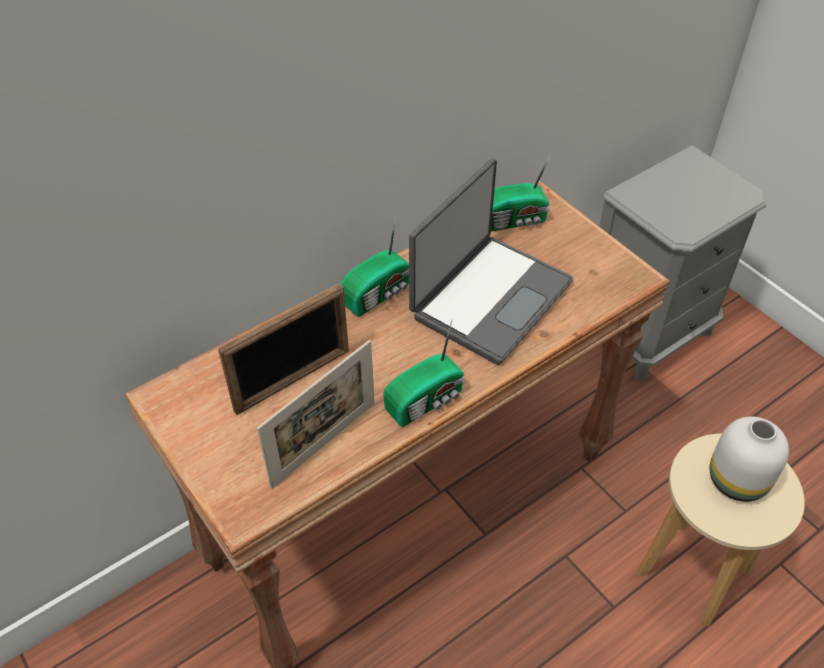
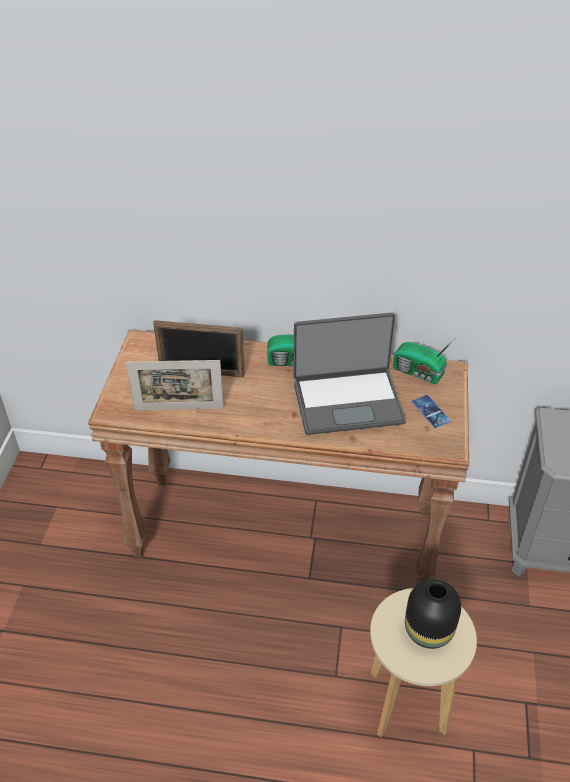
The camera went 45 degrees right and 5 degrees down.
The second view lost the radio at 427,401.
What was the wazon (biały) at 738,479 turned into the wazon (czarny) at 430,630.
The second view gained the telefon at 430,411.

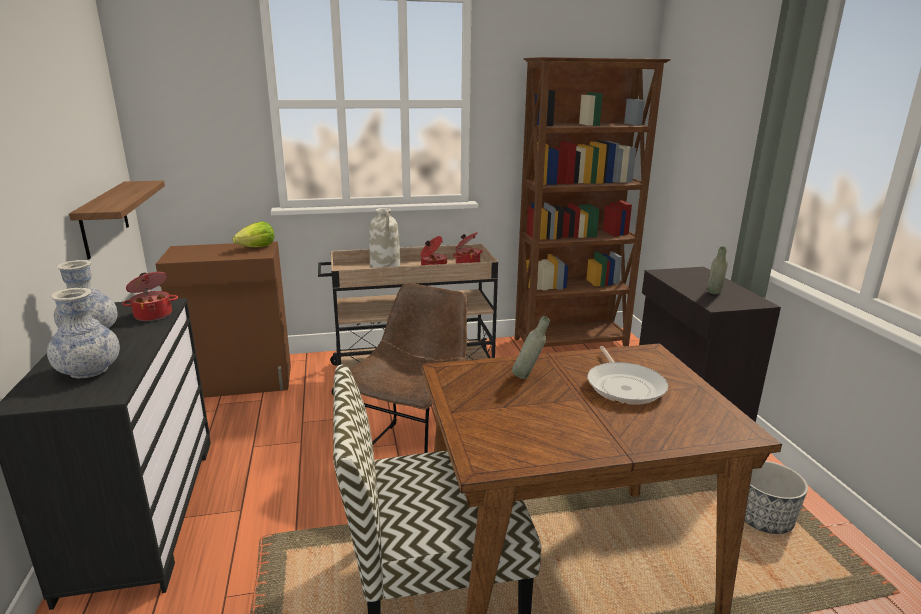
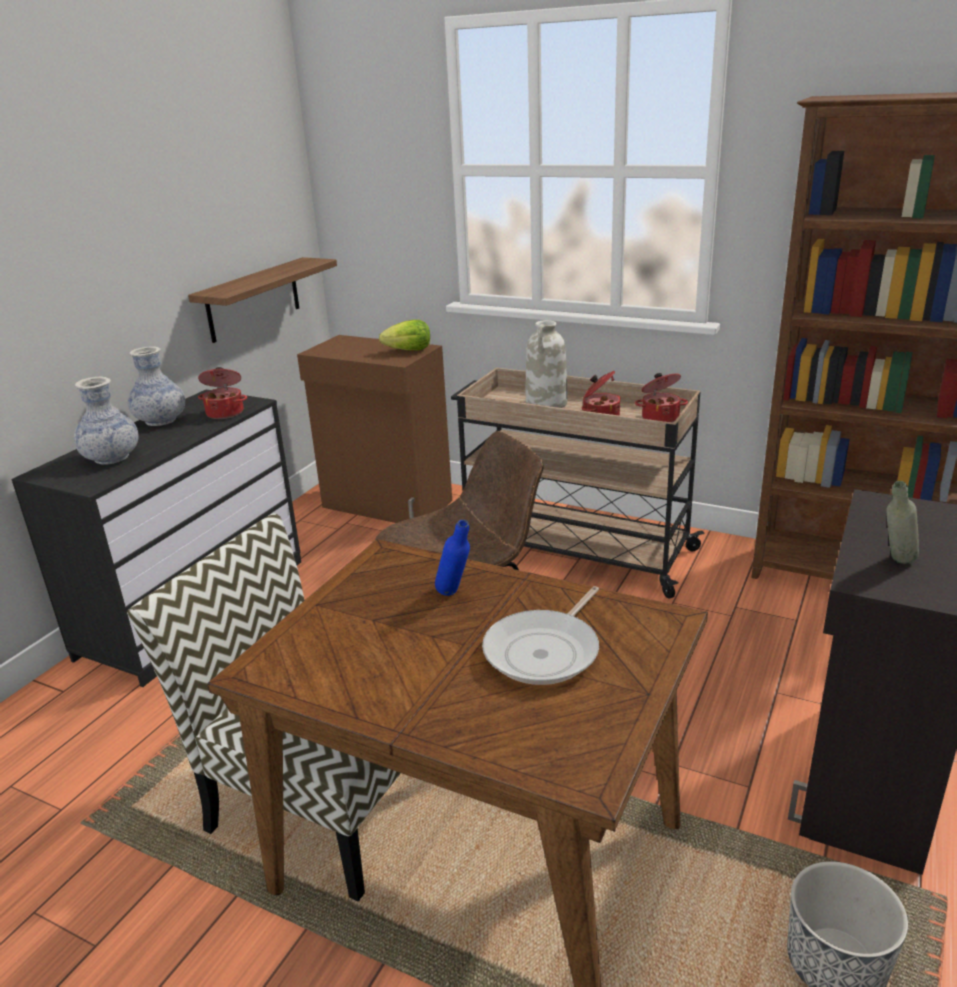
The camera went 40 degrees right and 5 degrees up.
What was the butelka (szary) at 528,377 turned into the butelka (niebieski) at 455,595.

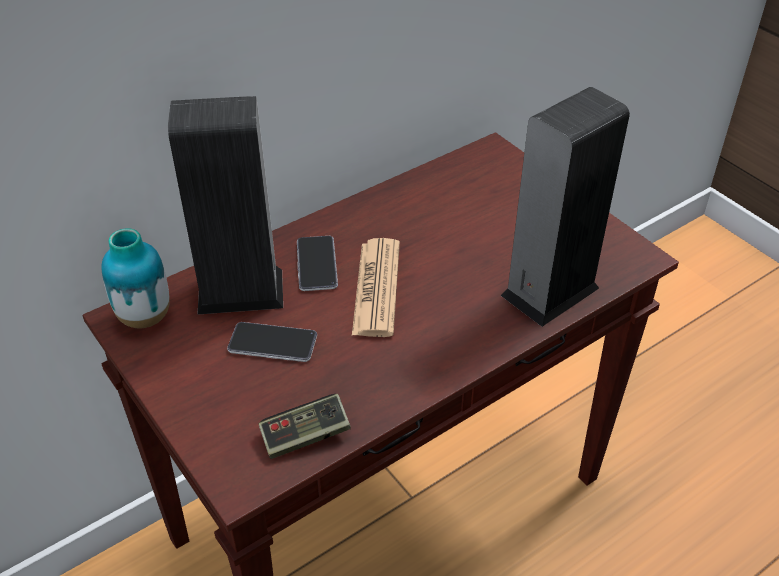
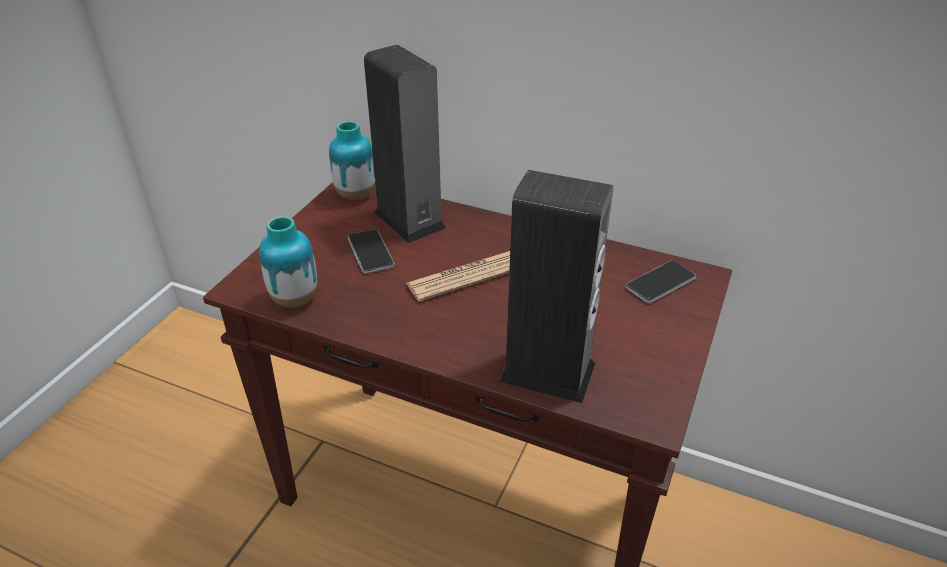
The camera went 60 degrees right and 5 degrees down.
The telefon ended up elsewhere, having gone from 316,264 to 660,283.
Where the pad do gier stood at 305,436, the wazon came to stand at 295,299.

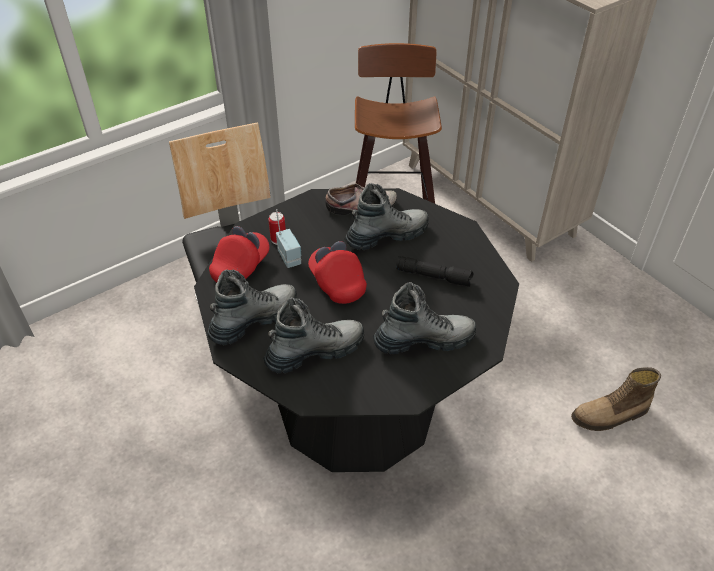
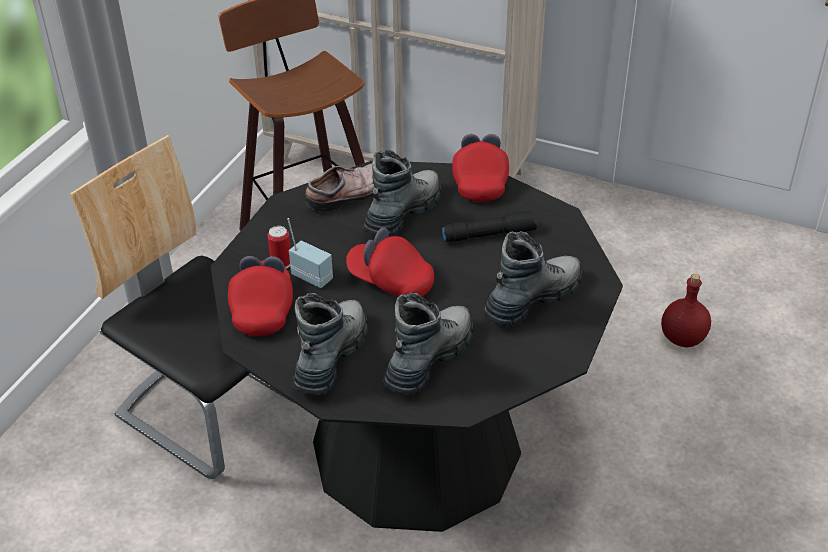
The camera went 30 degrees left and 5 degrees down.
Where the but z cholewką stood at 610,415, the butelka (czerwony) came to stand at 683,338.
The second view gained the czapka z daszkiem (czerwony) at 479,182.

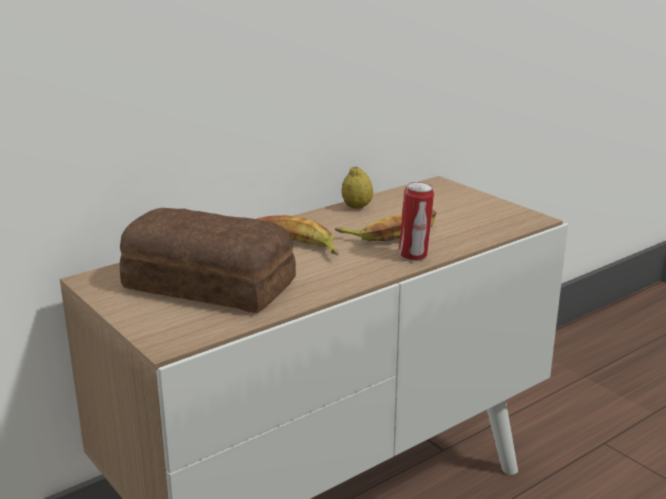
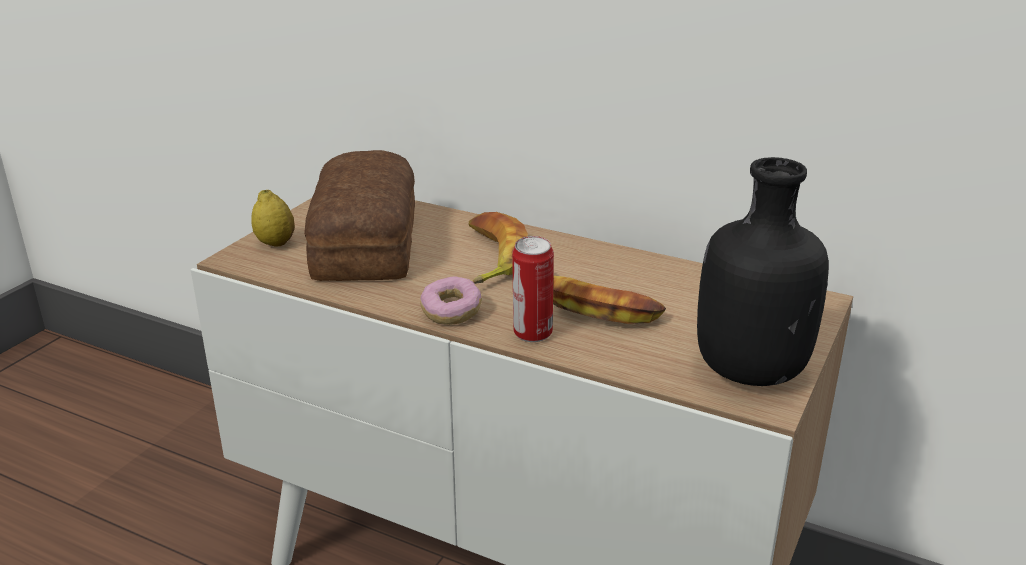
The camera went 65 degrees right and 5 degrees up.
The cytryna ended up elsewhere, having gone from 357,207 to 275,243.
The second view gained the butelka (czarny) at 747,370.
The second view gained the donut at 451,313.

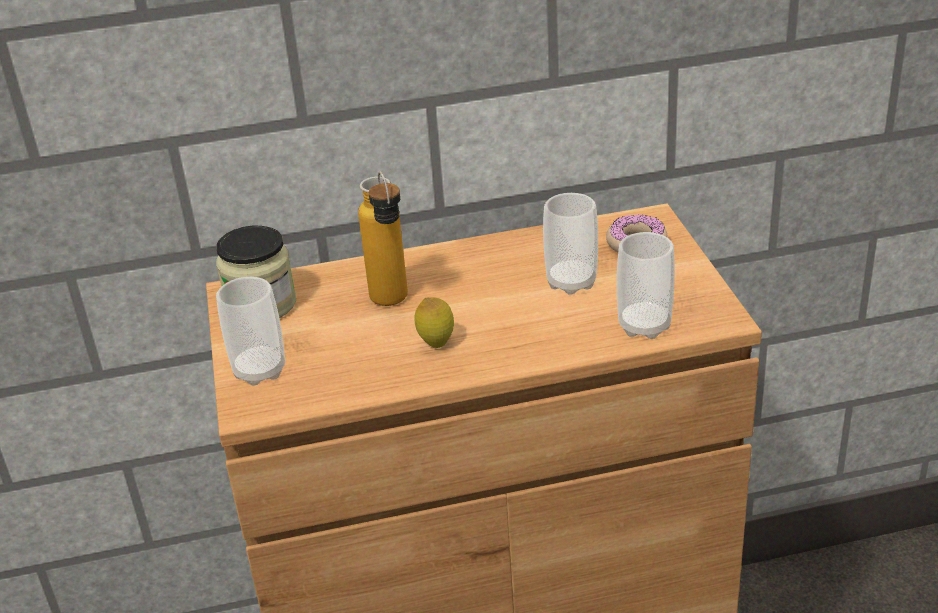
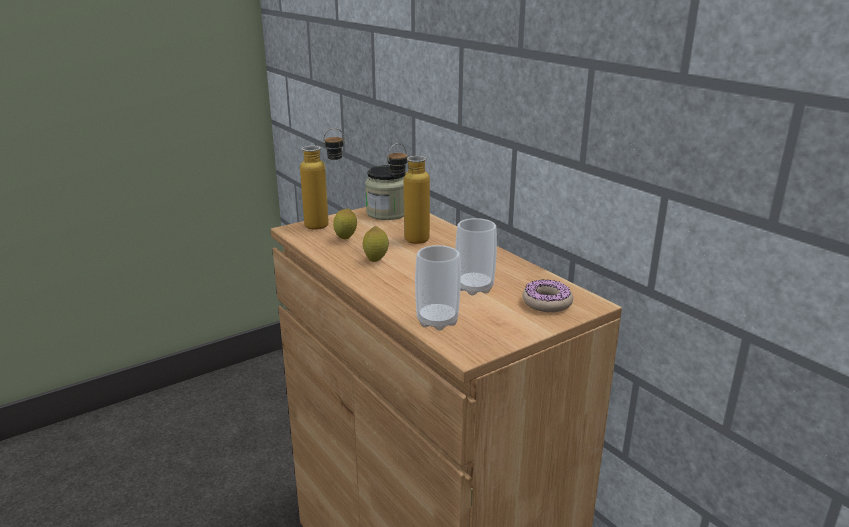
The camera went 65 degrees right and 10 degrees down.
Where the filiżanka stood at 259,371, the butelka came to stand at 326,225.
The second view gained the cytryna at 346,239.

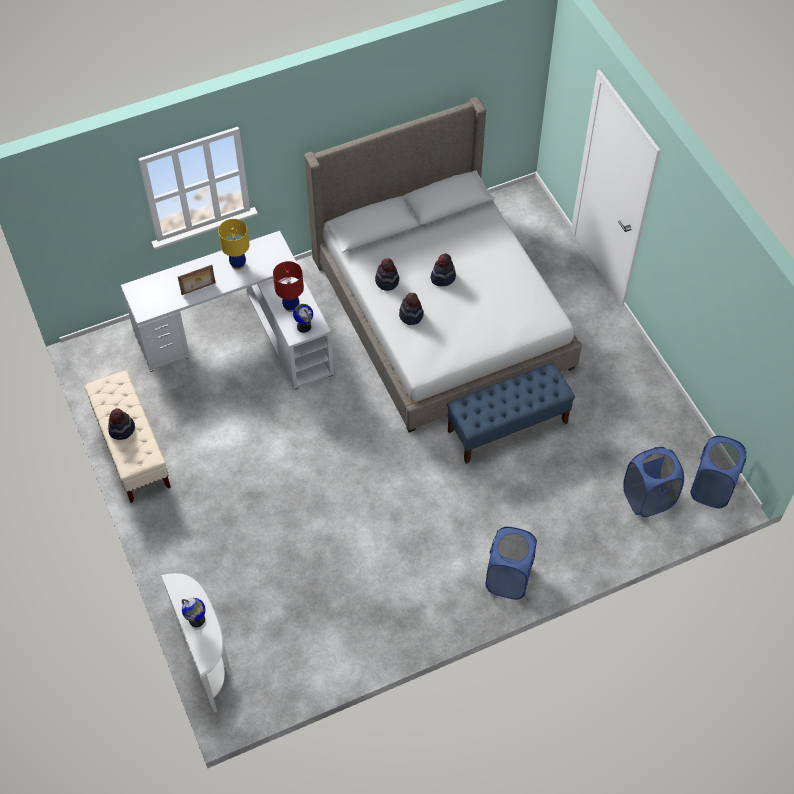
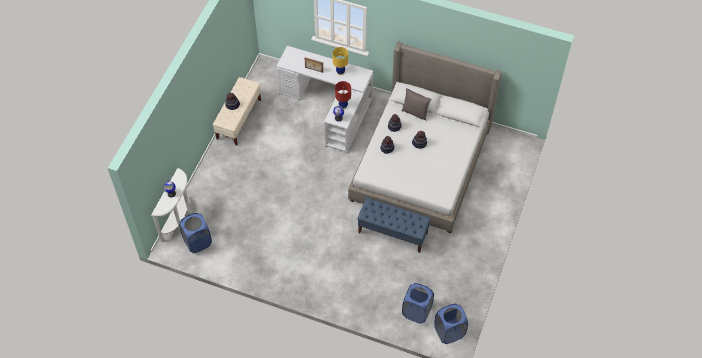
The camera went 45 degrees right and 0 degrees up.
The kosz na pranie (niebieski) ended up elsewhere, having gone from 508,578 to 197,242.
The second view gained the poduszka (szary) at 415,112.

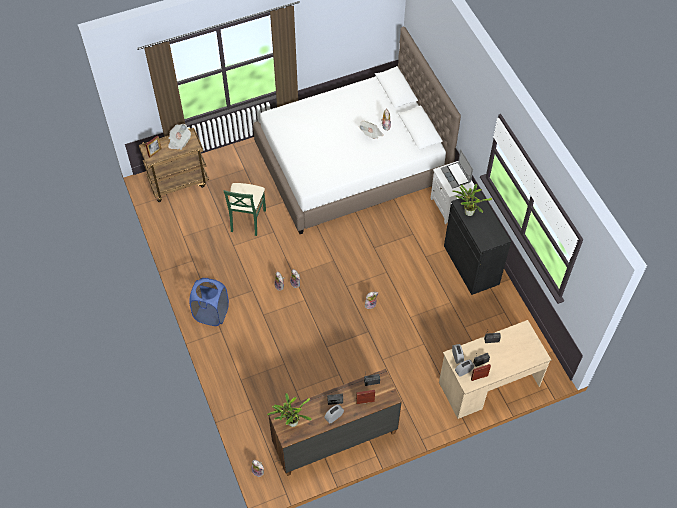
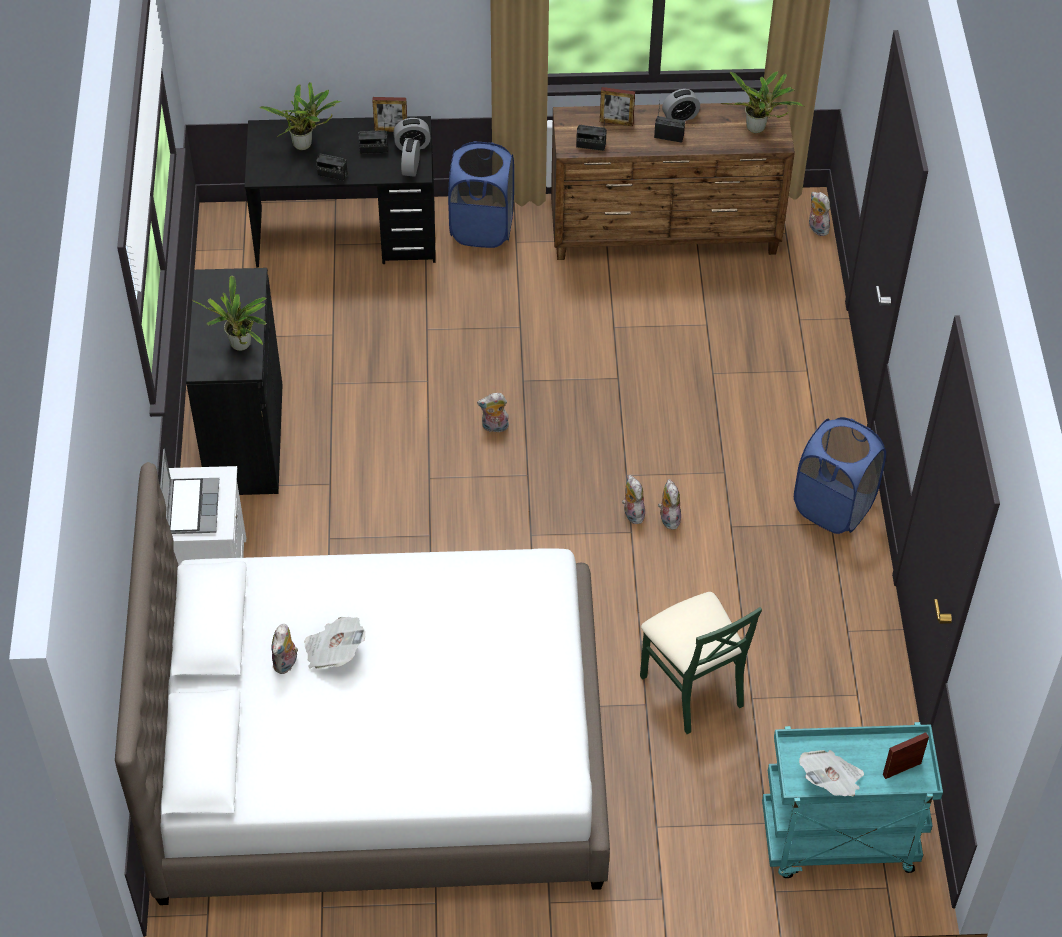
The camera went 160 degrees left and 5 degrees down.
What was the wózek (brązowy) at 179,182 turned into the wózek (turkusowy) at 837,842.
The krzesło (zielony) at 247,220 ended up facing another way, 120 degrees clockwise from before.
What was the biurko (beżowy) at 489,384 turned into the biurko (czarny) at 346,235.
The second view gained the roślina doniczkowa at 305,145.
The second view gained the kosz na pranie (niebieski) at 482,228.

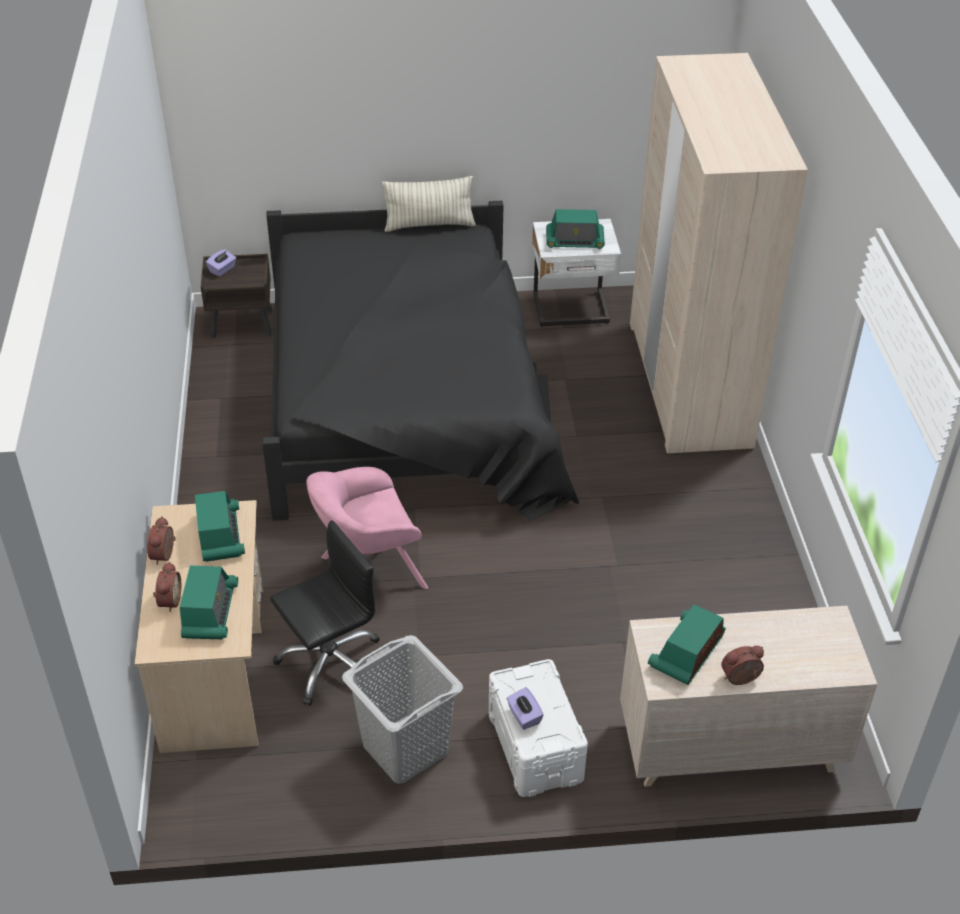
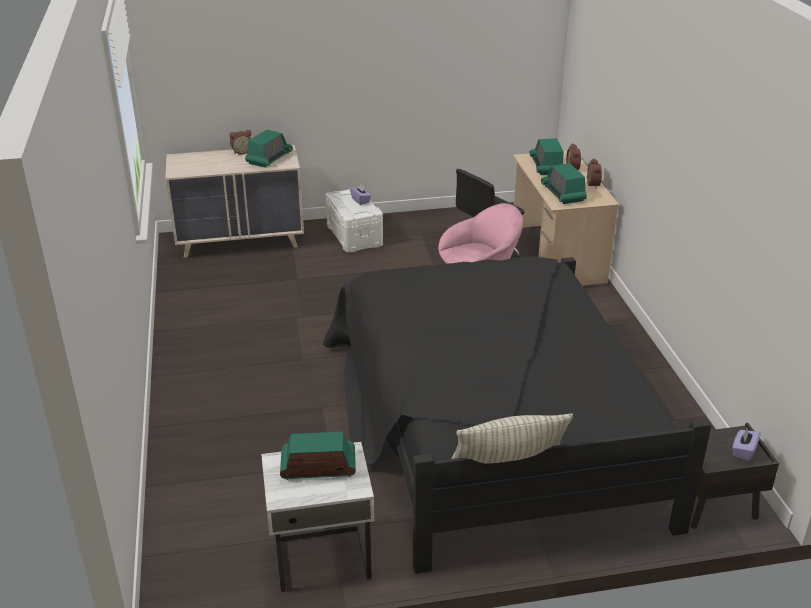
The camera went 175 degrees right and 10 degrees down.
The second view lost the szafa (beżowy) at 688,383.
The second view lost the kosz na pranie (szary) at 405,748.

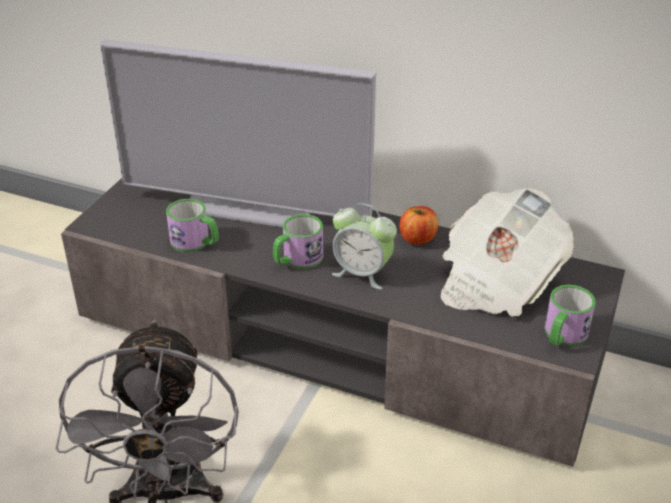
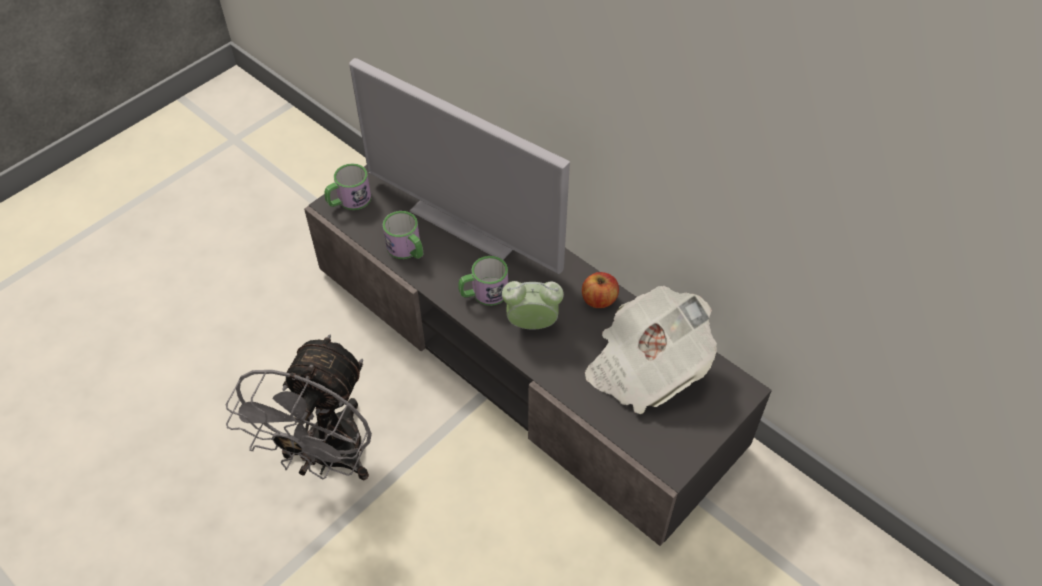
The camera went 20 degrees right and 15 degrees up.
The budzik at 362,273 ended up facing another way, 135 degrees clockwise from before.
The kubek ended up elsewhere, having gone from 563,335 to 349,200.

